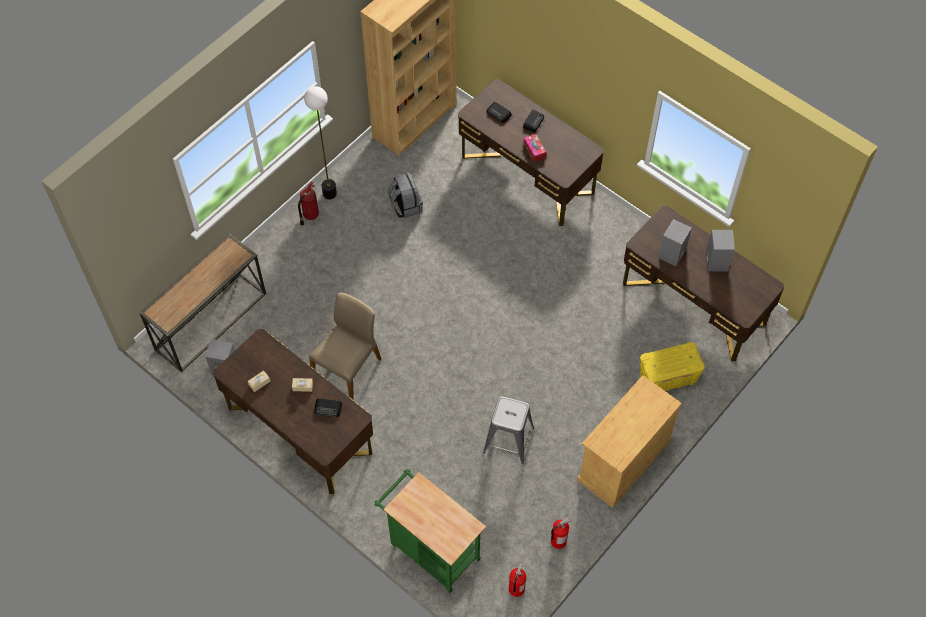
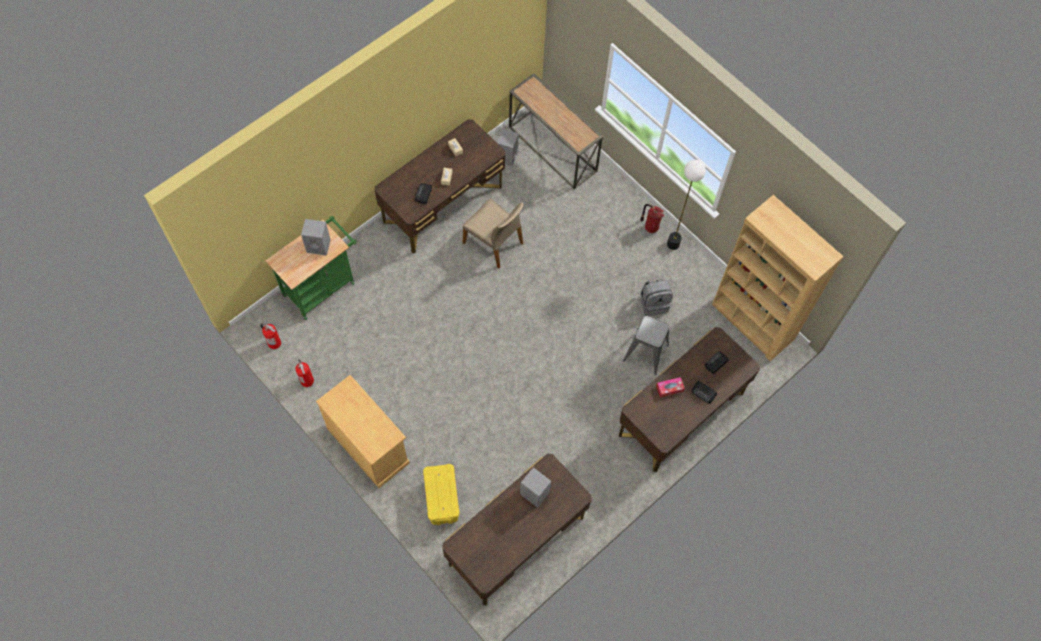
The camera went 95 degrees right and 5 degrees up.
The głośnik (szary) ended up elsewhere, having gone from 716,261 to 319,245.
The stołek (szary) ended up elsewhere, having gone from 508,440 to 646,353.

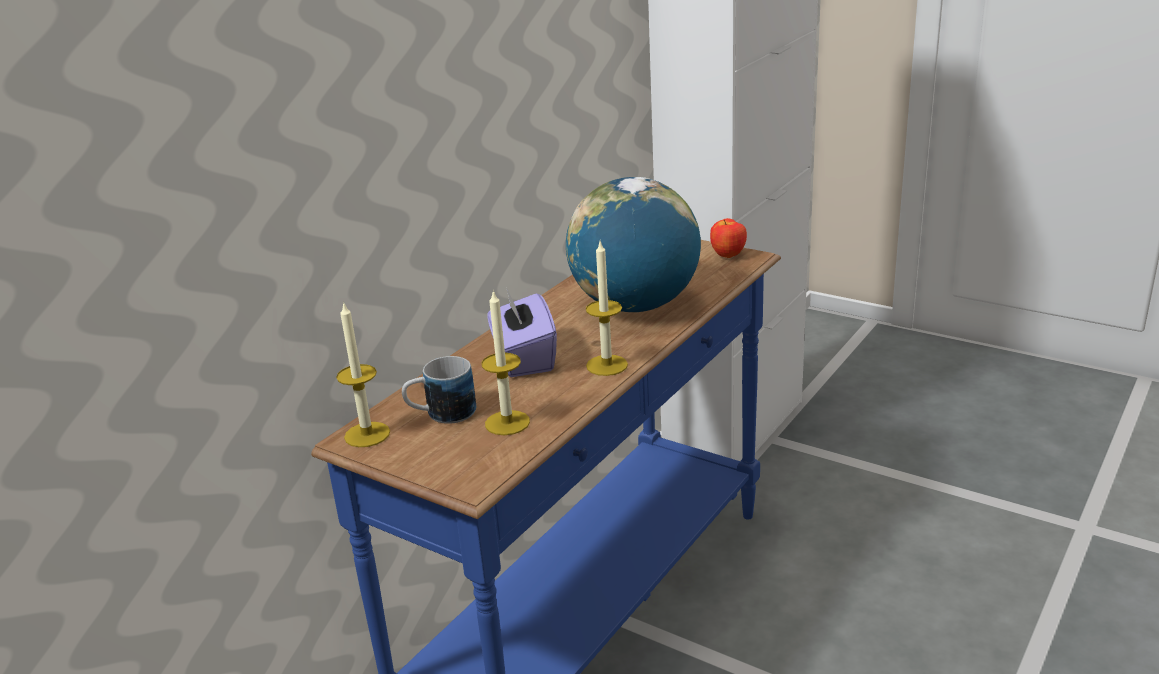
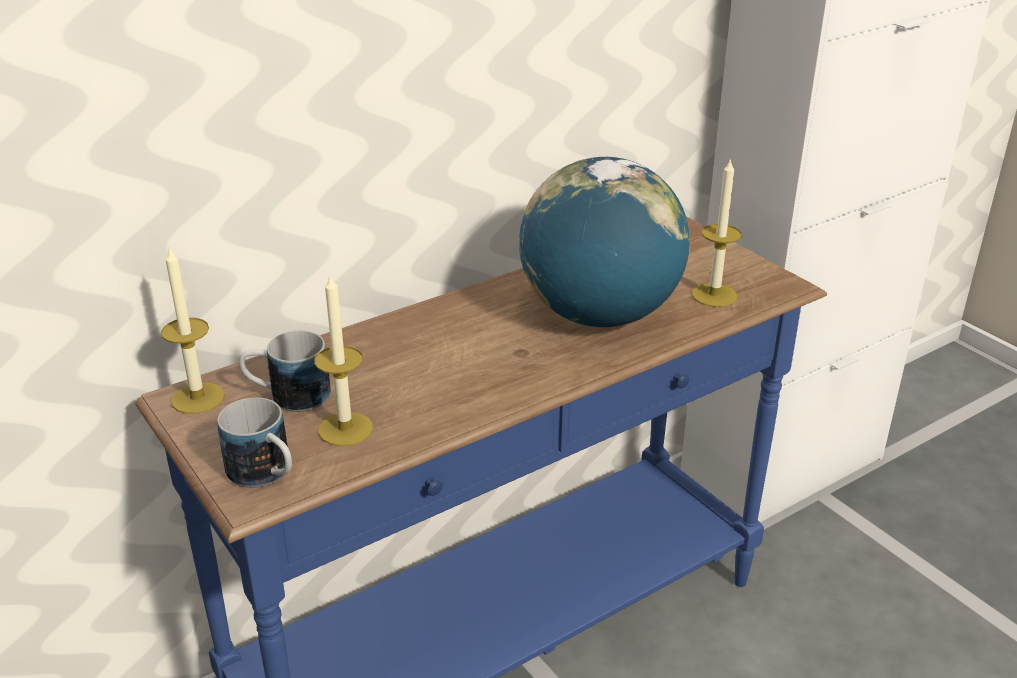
The camera went 20 degrees right and 5 degrees up.
The second view lost the jabłko at 728,256.
The świeca ended up elsewhere, having gone from 607,365 to 714,295.
The second view lost the pudełko chusteczek (fioletowy) at 523,359.
The second view gained the kubek at 266,475.

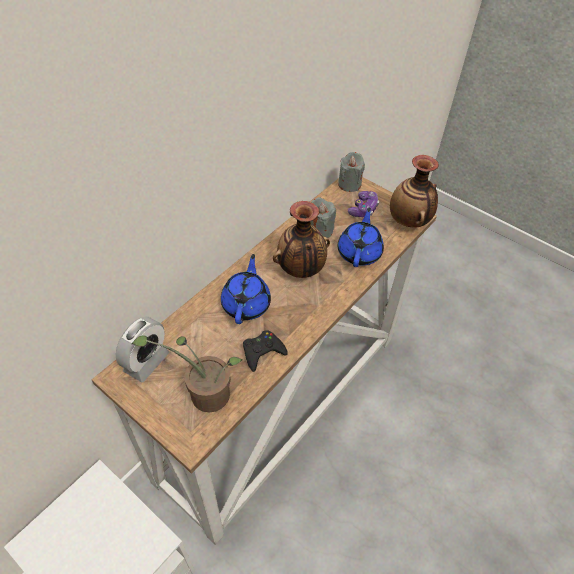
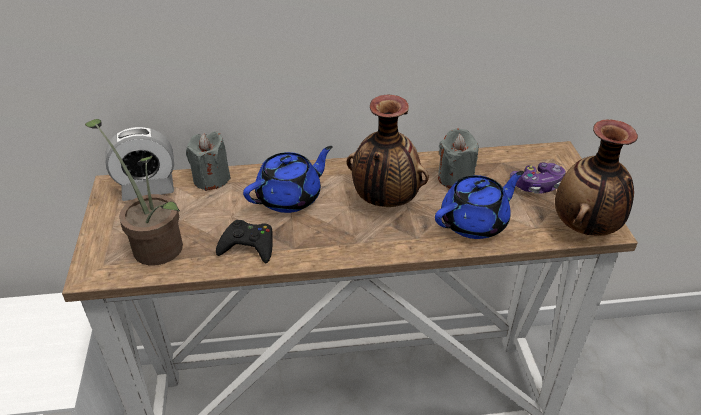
The camera went 45 degrees right and 10 degrees down.
The świeca (szary) ended up elsewhere, having gone from 349,184 to 211,179.

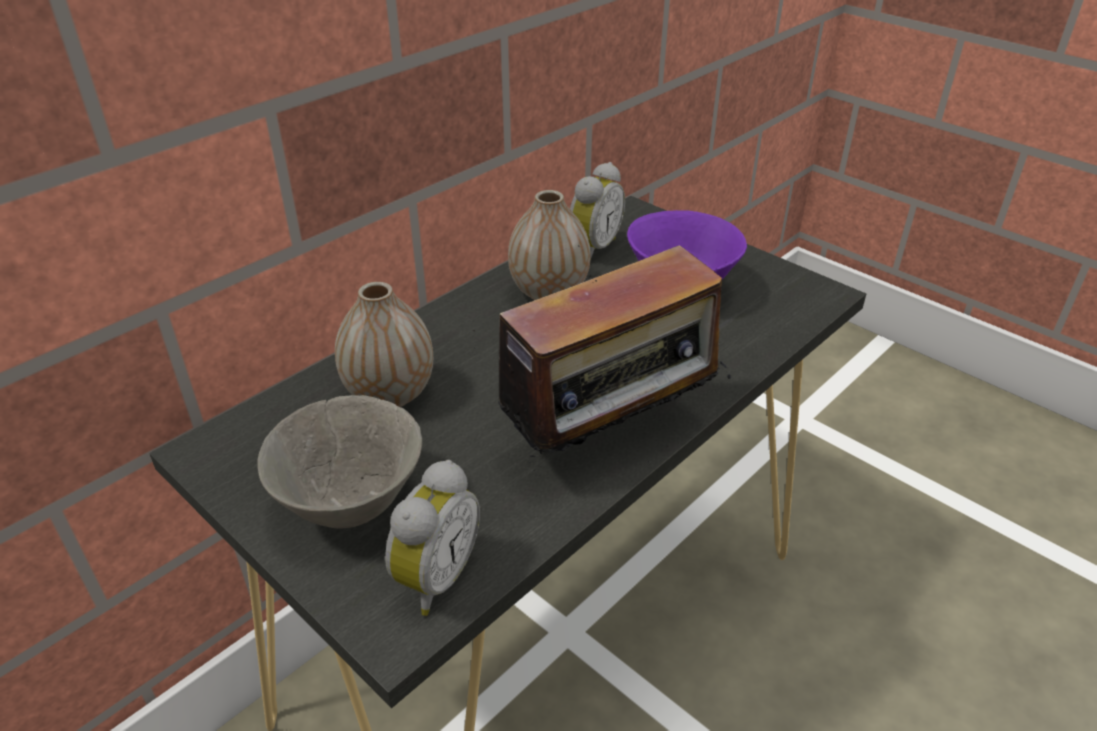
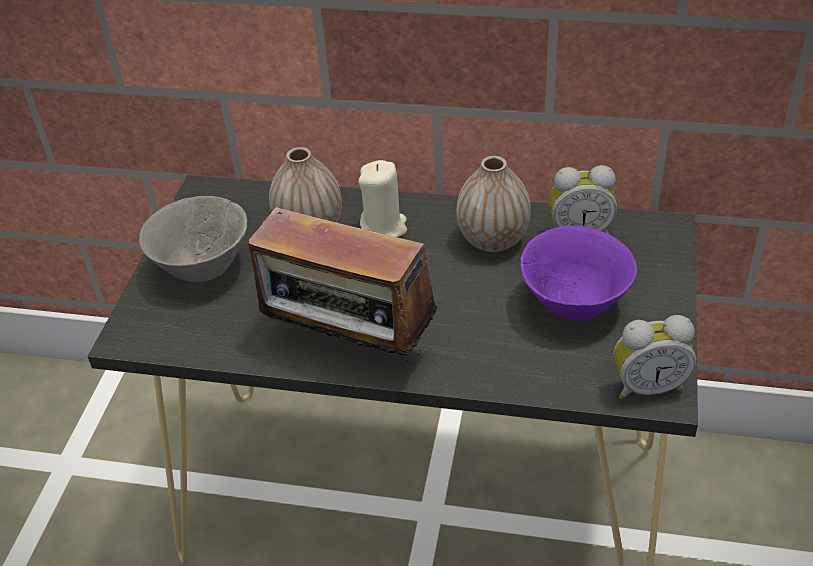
The camera went 60 degrees right and 5 degrees up.
The budzik ended up elsewhere, having gone from 433,577 to 647,386.
The second view gained the świeca (beżowy) at 383,228.

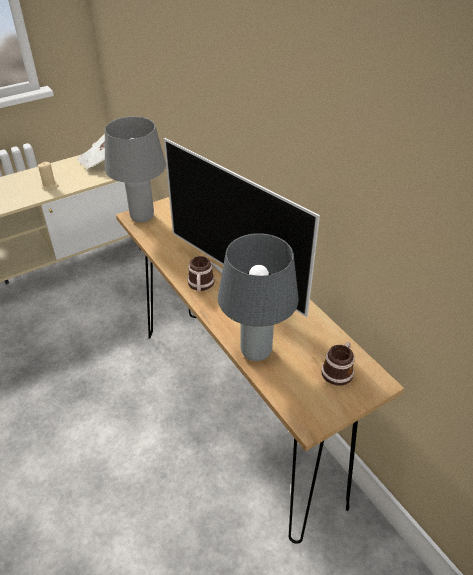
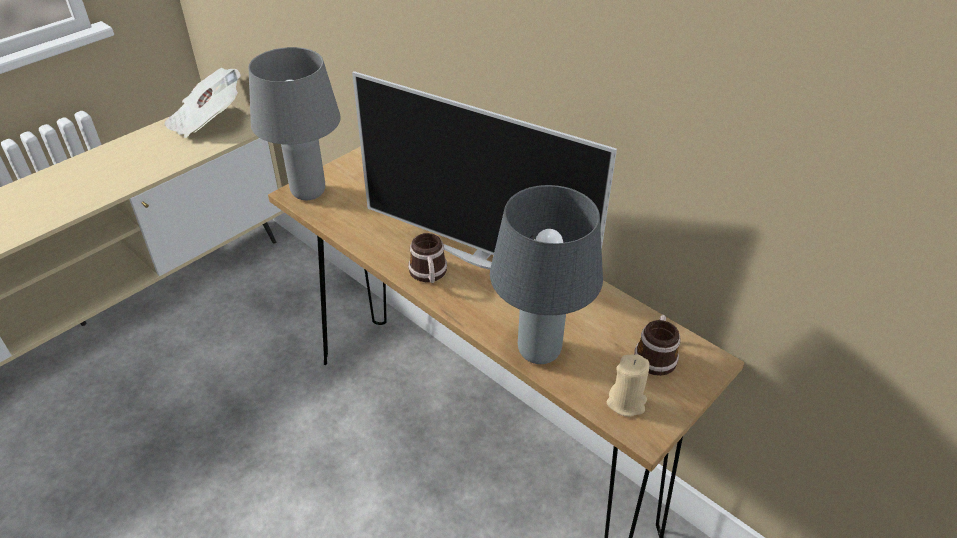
The camera went 15 degrees left and 0 degrees up.
The świeca (beżowy) ended up elsewhere, having gone from 50,186 to 626,402.

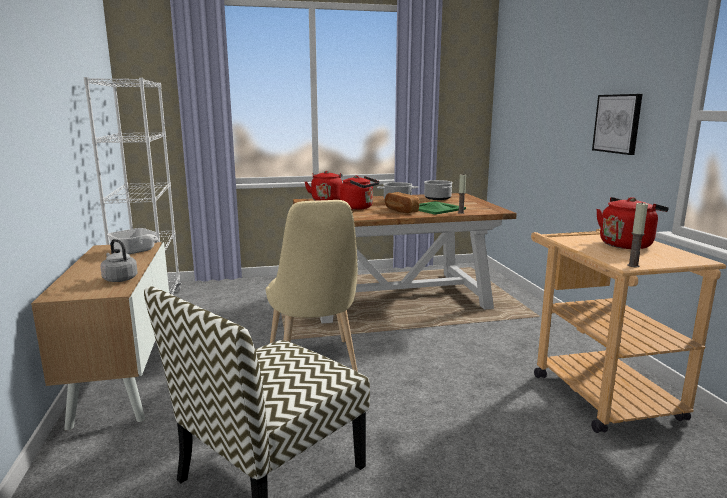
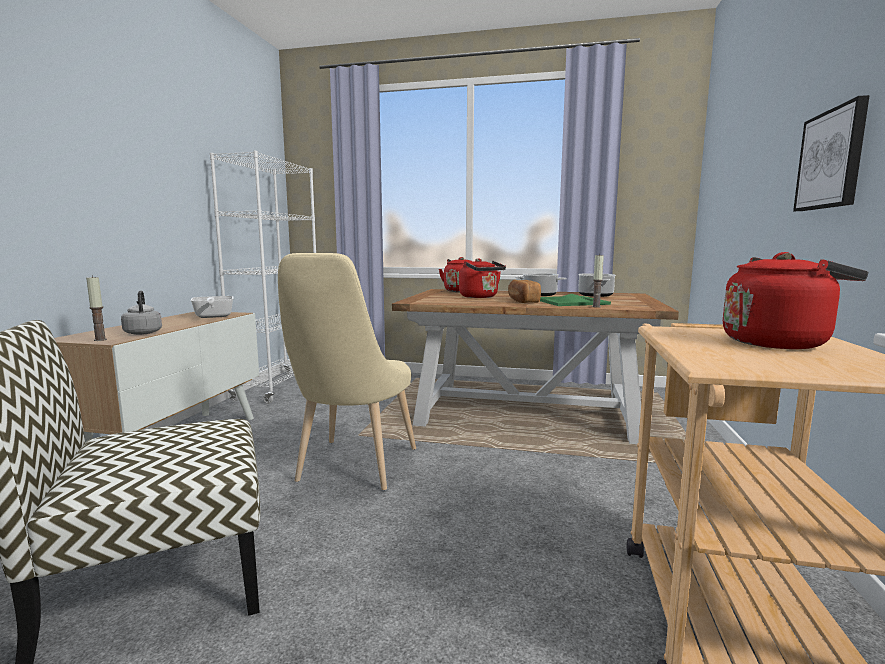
The camera went 25 degrees right and 5 degrees down.
The świeca ended up elsewhere, having gone from 633,265 to 100,340.

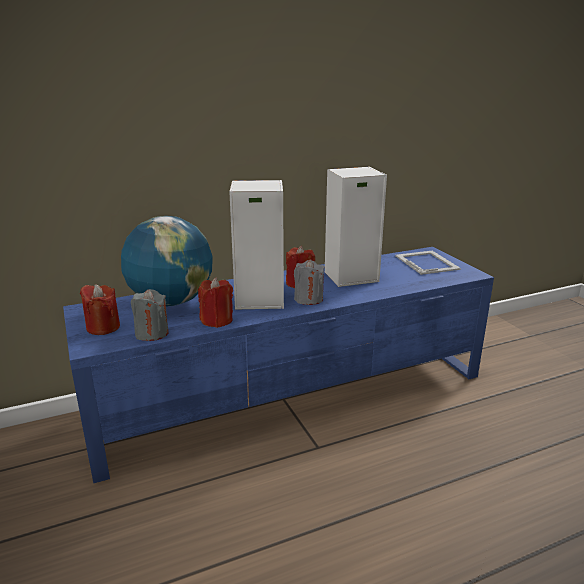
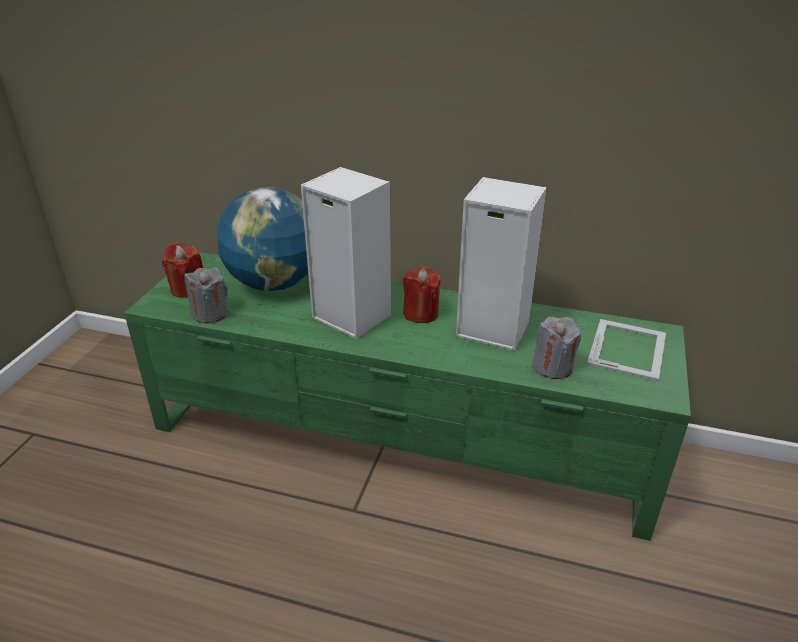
The camera went 40 degrees right and 10 degrees up.
What was the szafka pod telewizor (niebieski) at 293,394 turned into the szafka pod telewizor (zielony) at 401,437.
The świeca (szary) ended up elsewhere, having gone from 308,299 to 553,367.
The second view lost the świeca (czerwony) at 217,320.

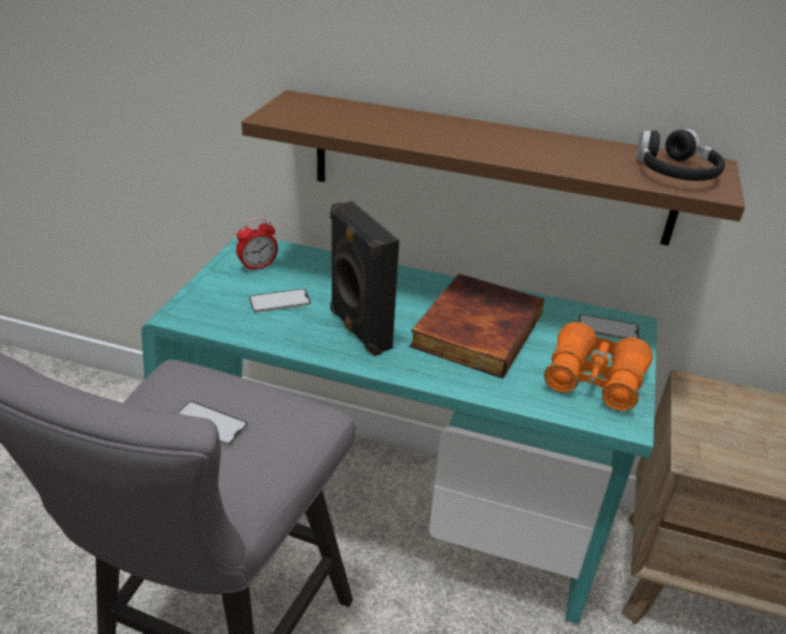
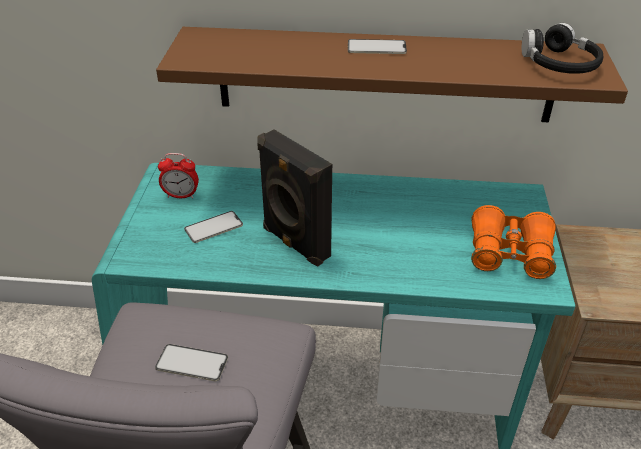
The camera went 10 degrees left and 5 degrees up.
The budzik at 258,266 ended up facing another way, 45 degrees clockwise from before.
The second view lost the książka at 475,328.
The telefon ended up elsewhere, having gone from 608,328 to 376,47.

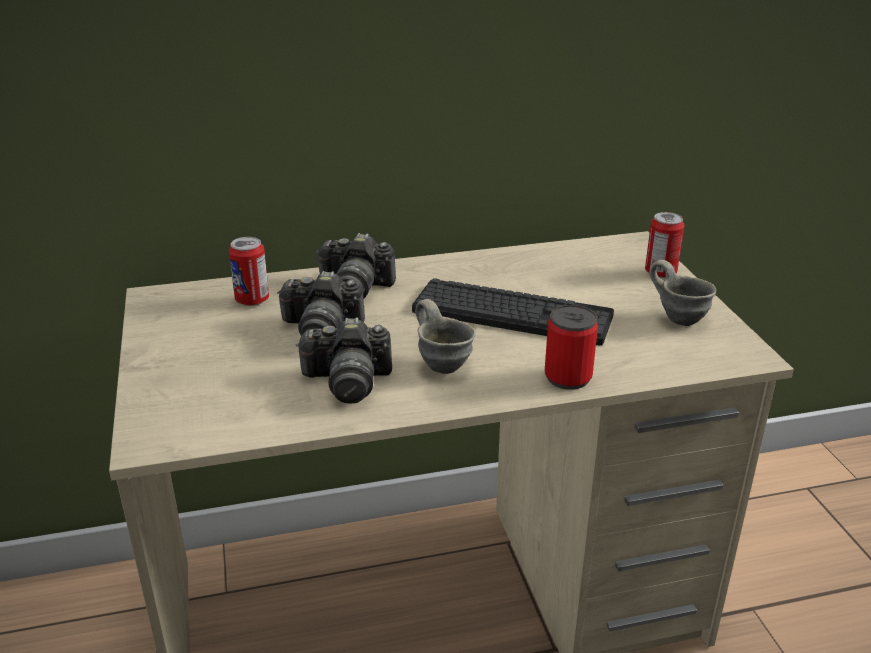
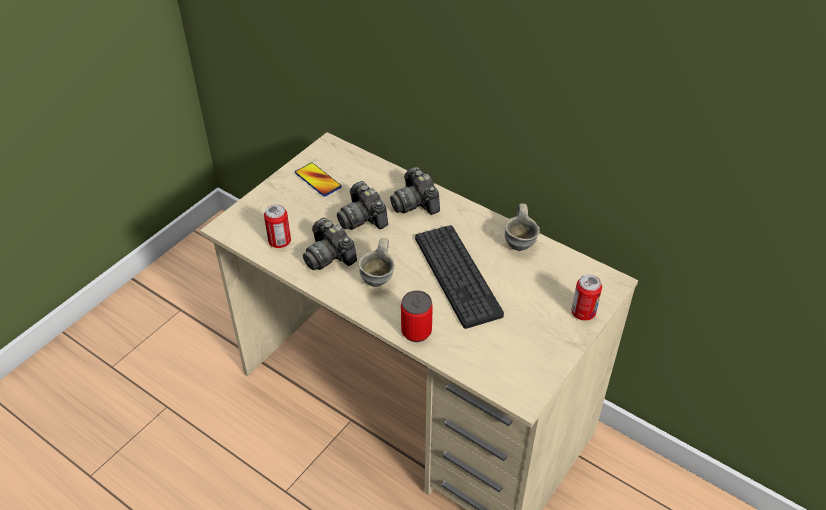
The camera went 50 degrees right and 15 degrees up.
The puszka ended up elsewhere, having gone from 252,300 to 279,242.
The kubek (szary) ended up elsewhere, having gone from 679,317 to 521,243.
The second view gained the telefon at 318,180.

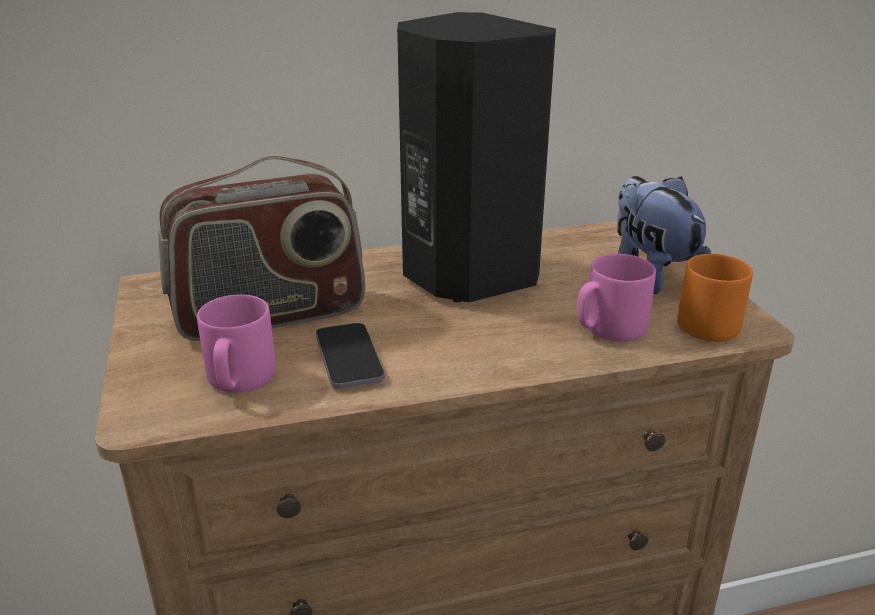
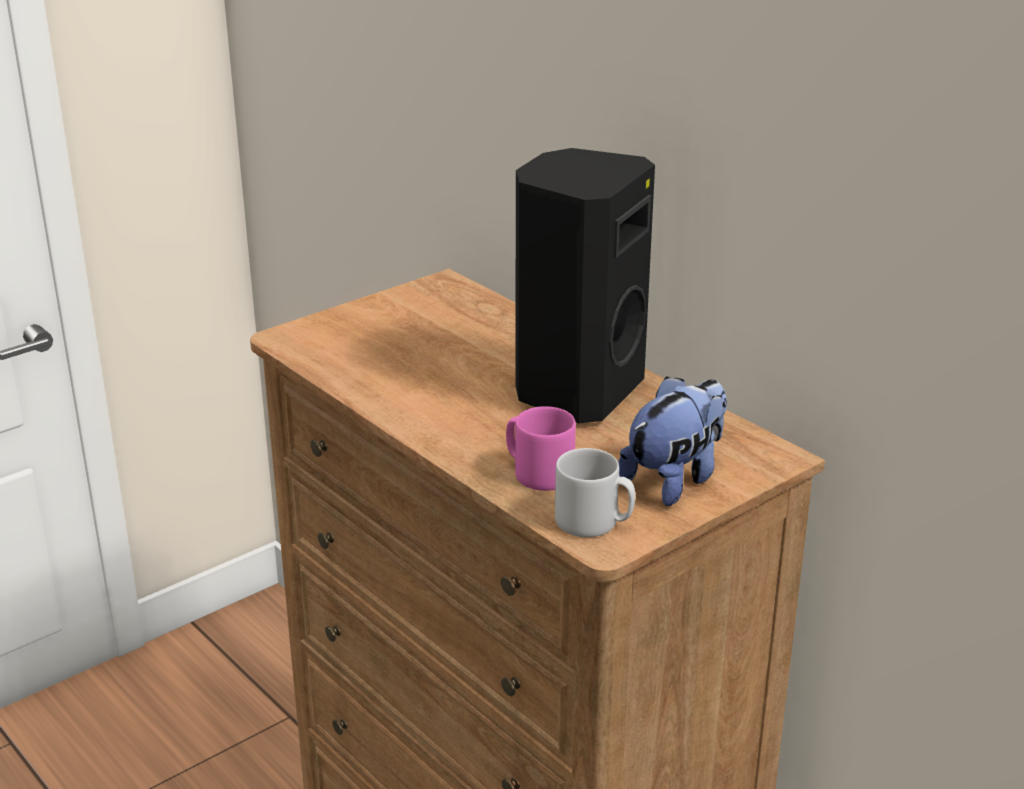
The camera went 65 degrees right and 0 degrees up.
The second view lost the radio at 270,315.
What was the kubek (pomarańczowy) at 712,324 turned into the kubek (szary) at 594,523.
The second view lost the kubek (różowy) at 239,380.
The second view lost the telefon at 349,358.

